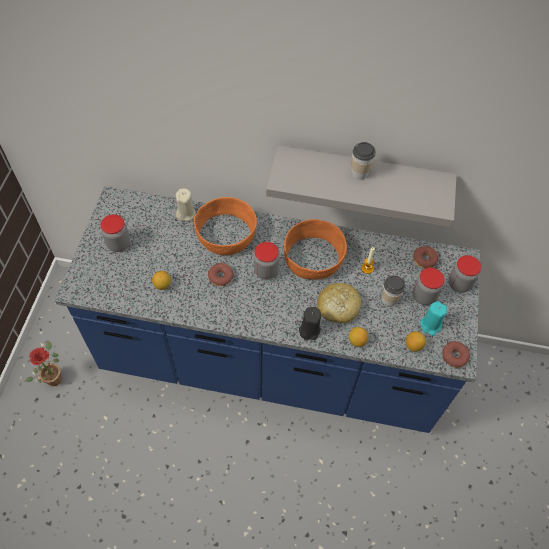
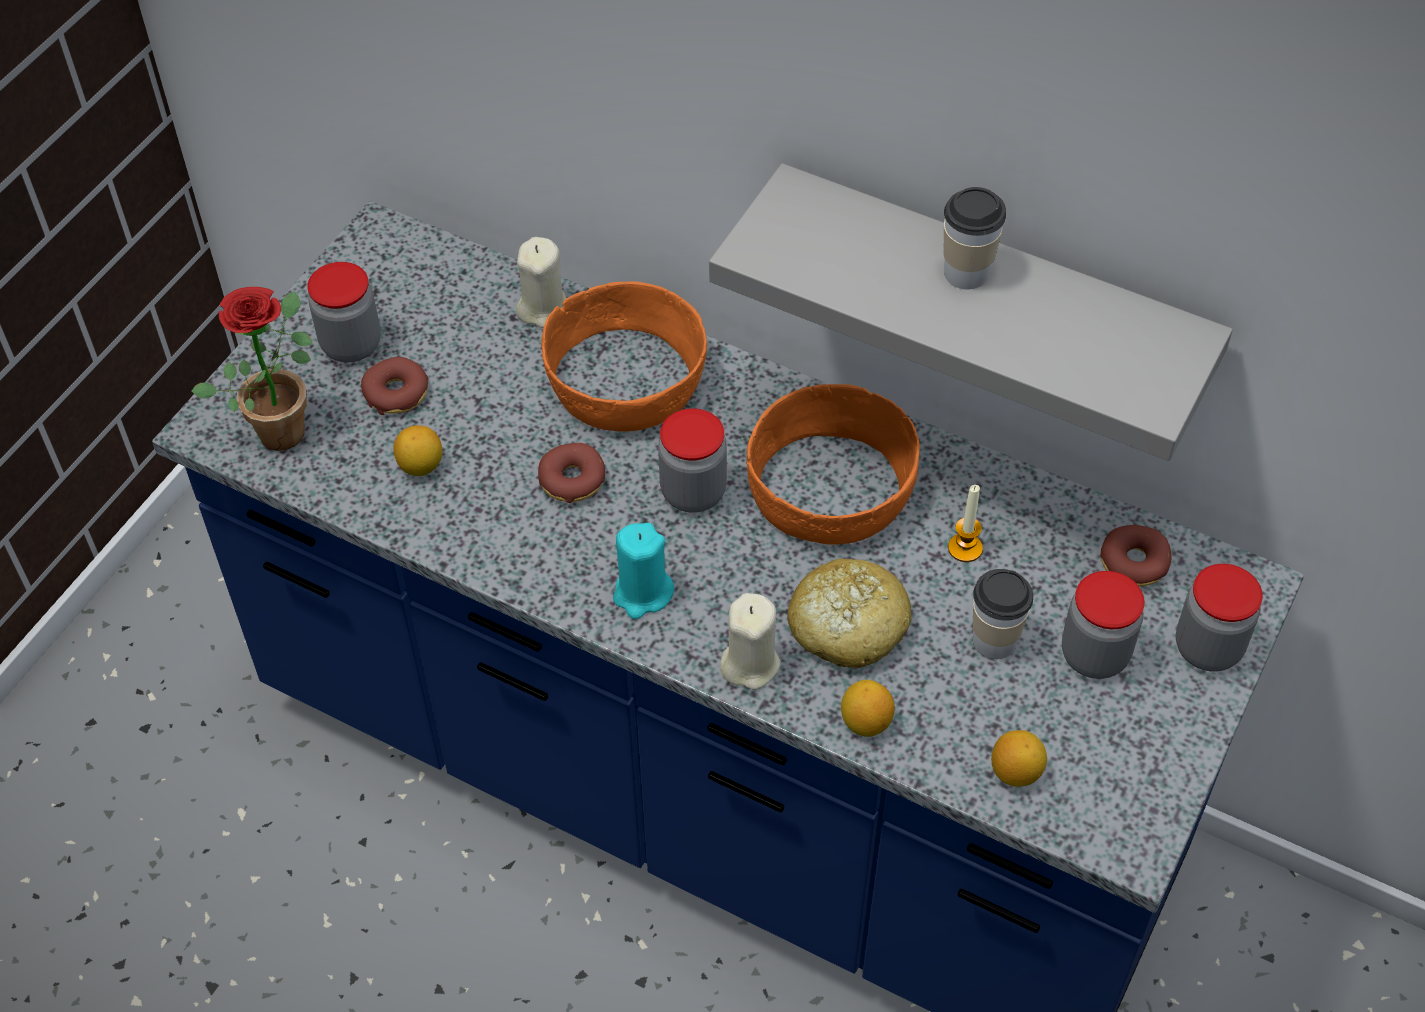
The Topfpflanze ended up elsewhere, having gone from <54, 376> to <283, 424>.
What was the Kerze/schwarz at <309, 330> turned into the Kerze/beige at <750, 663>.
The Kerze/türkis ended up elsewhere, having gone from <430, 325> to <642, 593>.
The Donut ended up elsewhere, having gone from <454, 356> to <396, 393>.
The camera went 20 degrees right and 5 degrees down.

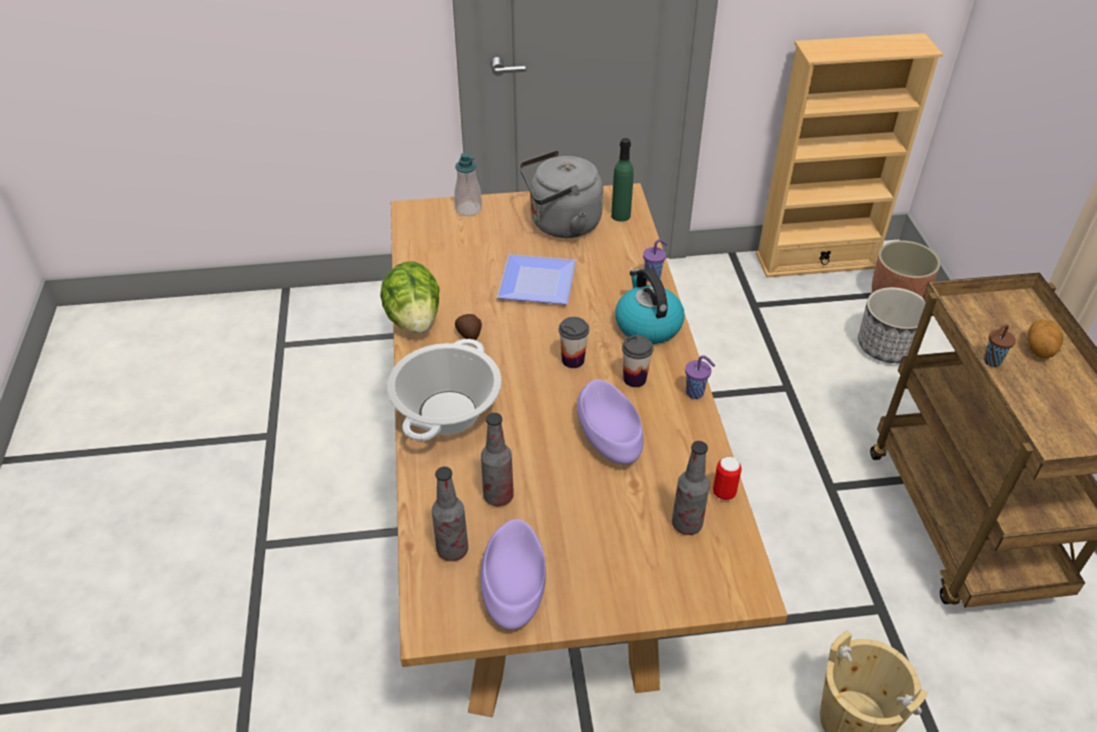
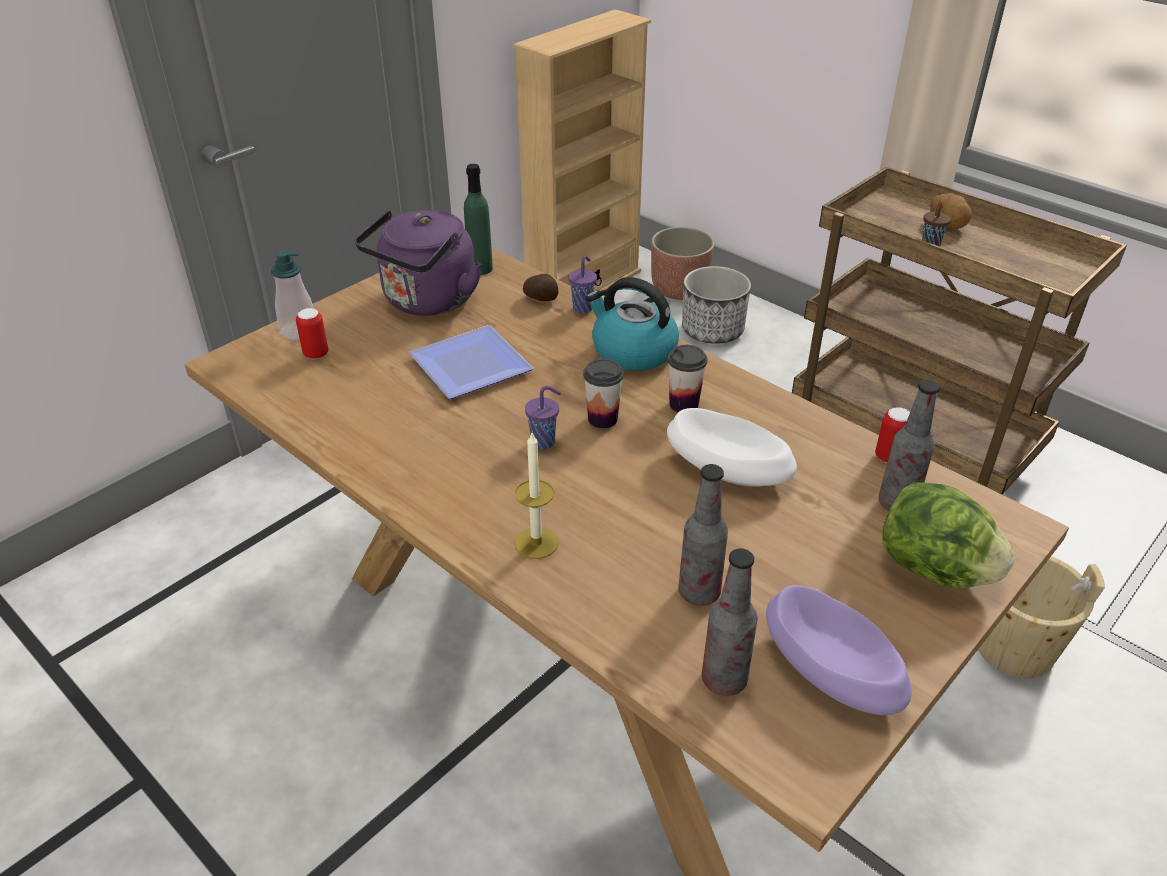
The Salatkopf ended up elsewhere, having gone from <414, 320> to <934, 570>.
Where the Kochtopf stood at <448, 412>, the Kerze came to stand at <536, 543>.
The Kartoffel ended up elsewhere, having gone from <469, 335> to <541, 299>.
What was the Wasserkessel/grau at <561, 224> turned into the Wasserkessel/lila at <427, 302>.
What was the Schüssel/lila at <608, 435> turned into the Schüssel/weiß at <727, 468>.
The Tasse/lila ended up elsewhere, having gone from <696, 393> to <544, 442>.
The second view gained the Dose at <316, 354>.
The camera went 40 degrees left and 5 degrees down.

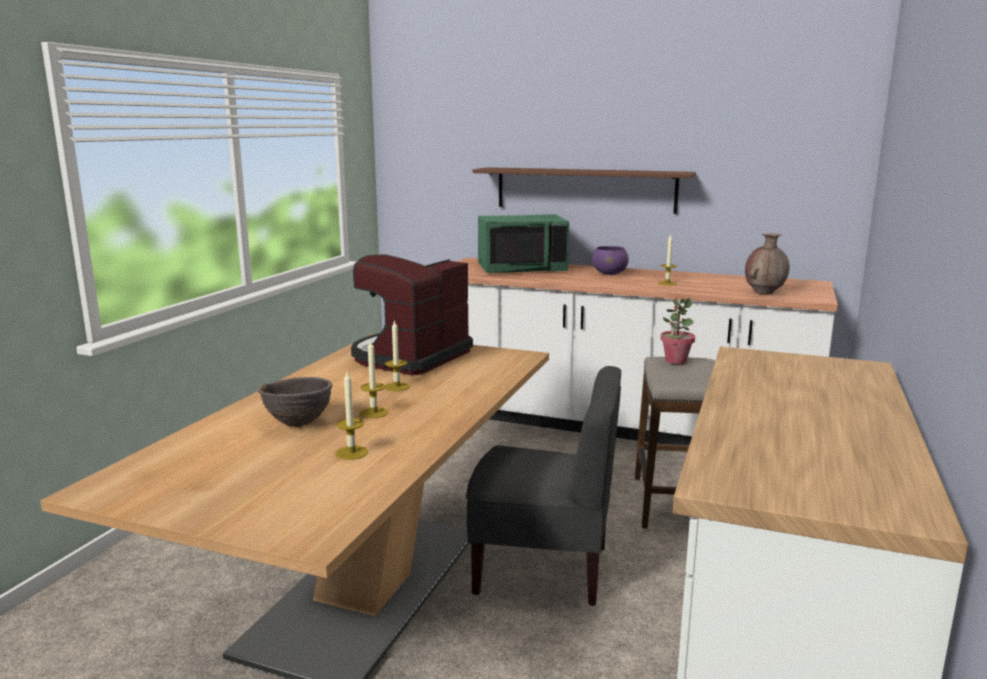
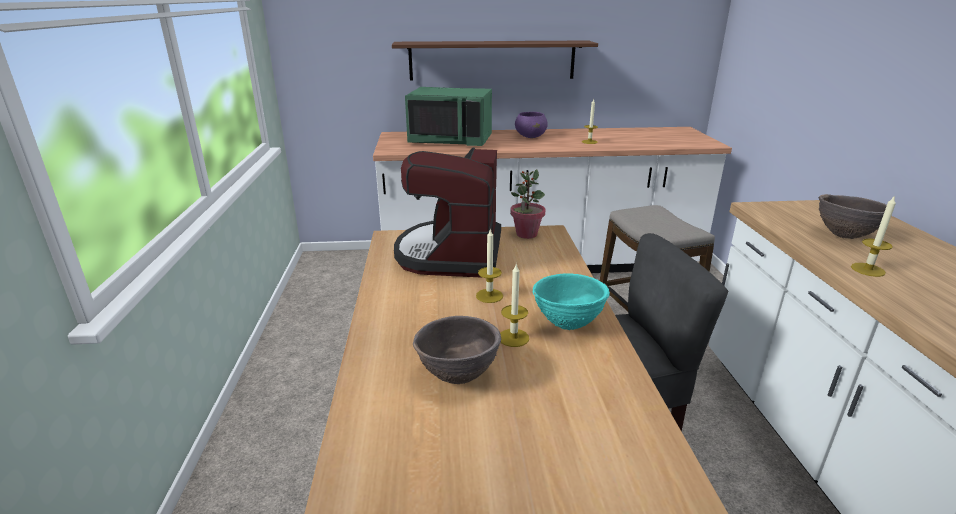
The Kerze ended up elsewhere, having gone from <351, 453> to <868, 269>.
The Mikrowelle/grün at <521, 269> ended up facing another way, 45 degrees clockwise from before.
The Topfpflanze ended up elsewhere, having gone from <675, 361> to <526, 234>.
The second view lost the Vase/braun at <764, 293>.
The second view gained the Schüssel/türkis at <567, 324>.
The second view gained the Schüssel/braun at <844, 236>.
The camera went 25 degrees left and 10 degrees up.

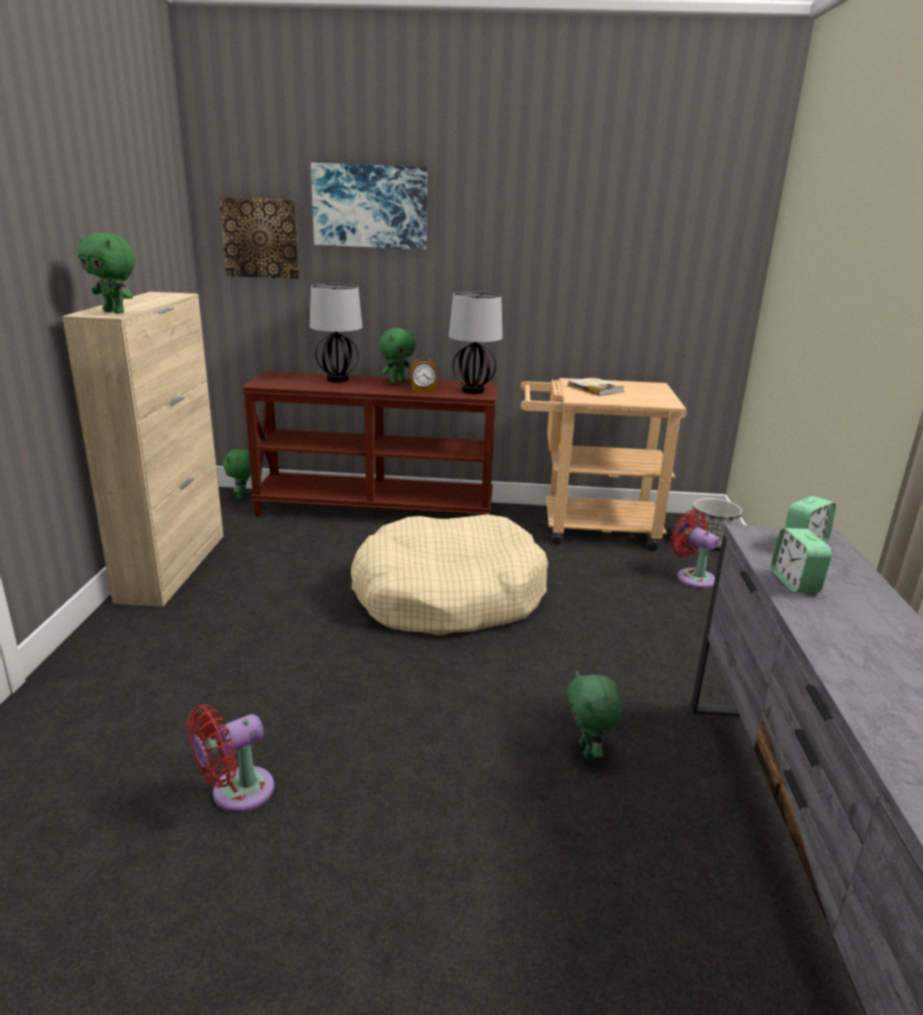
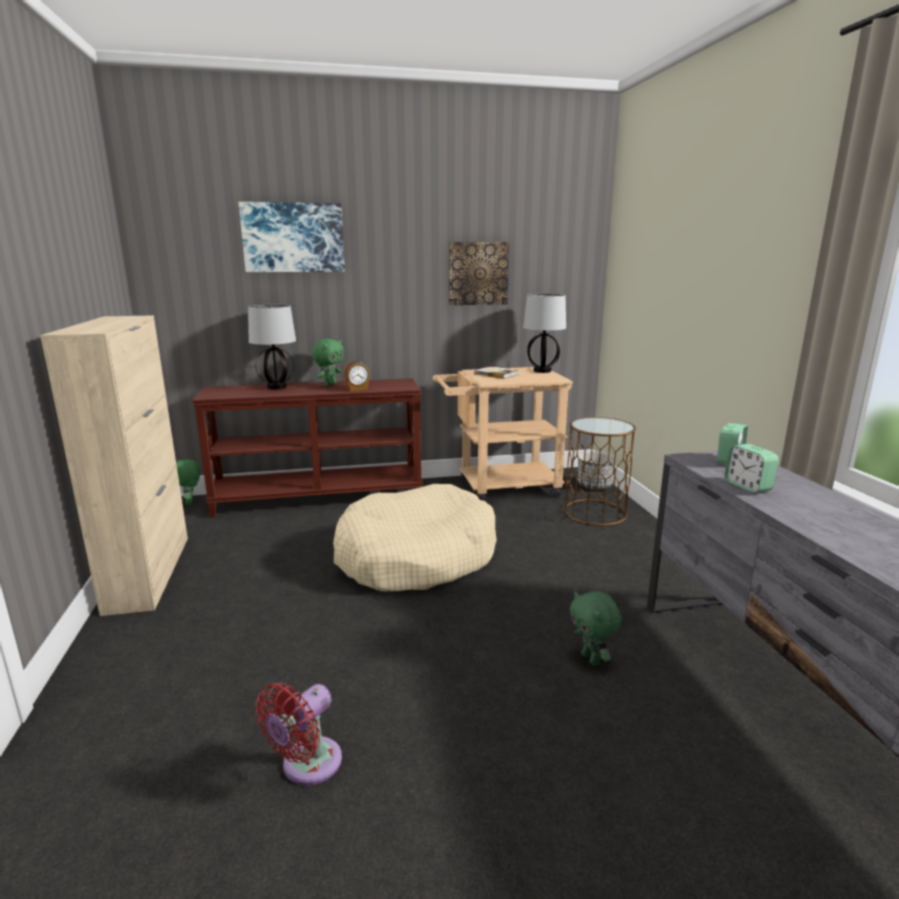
The second view lost the Plüschtier/grün at <115, 312>.
The Bild ended up elsewhere, having gone from <261, 238> to <478, 273>.
The Tischlampe ended up elsewhere, having gone from <473, 391> to <542, 371>.
Where the Ventilator/rot stood at <692, 577>, the Beistelltisch/braun came to stand at <595, 512>.
The camera went 15 degrees left and 5 degrees down.

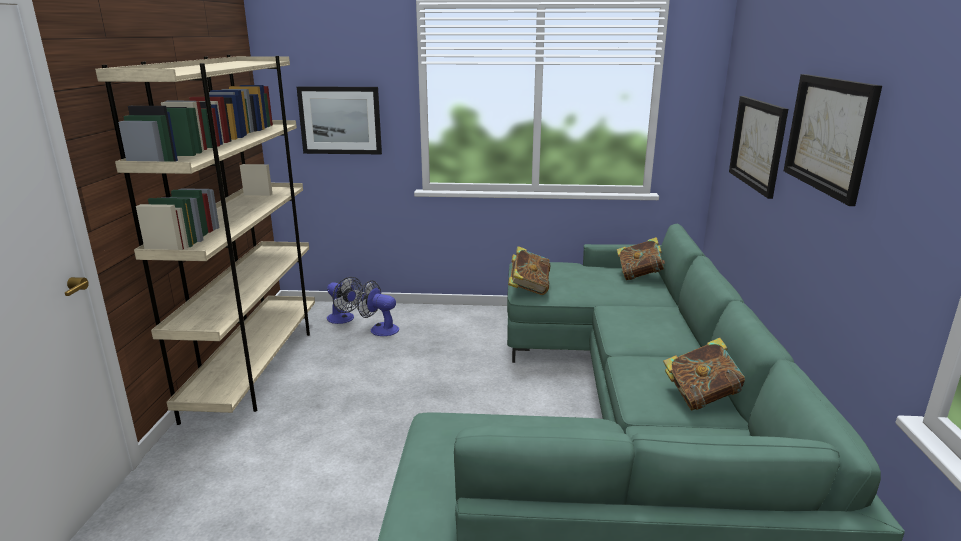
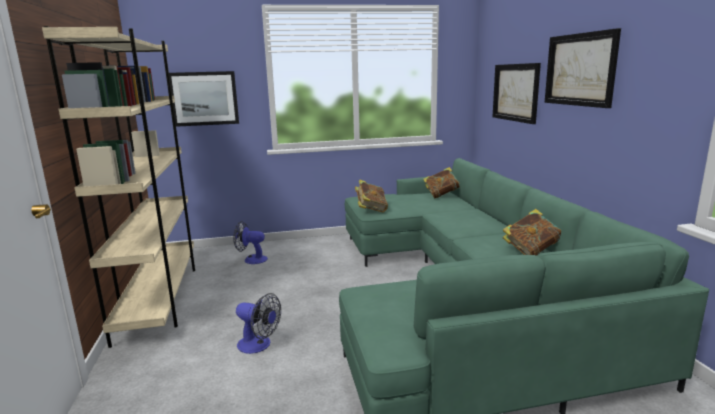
The Ventilator ended up elsewhere, having gone from <344, 319> to <259, 345>.
The camera went 15 degrees left and 5 degrees down.

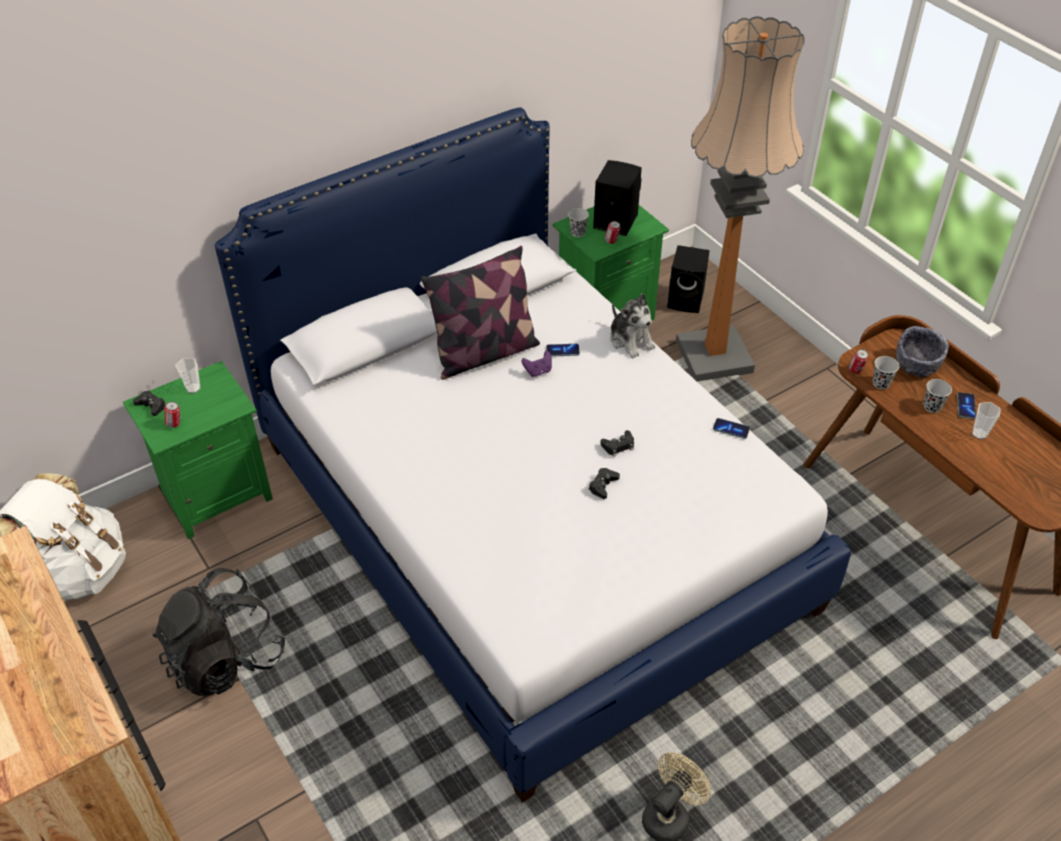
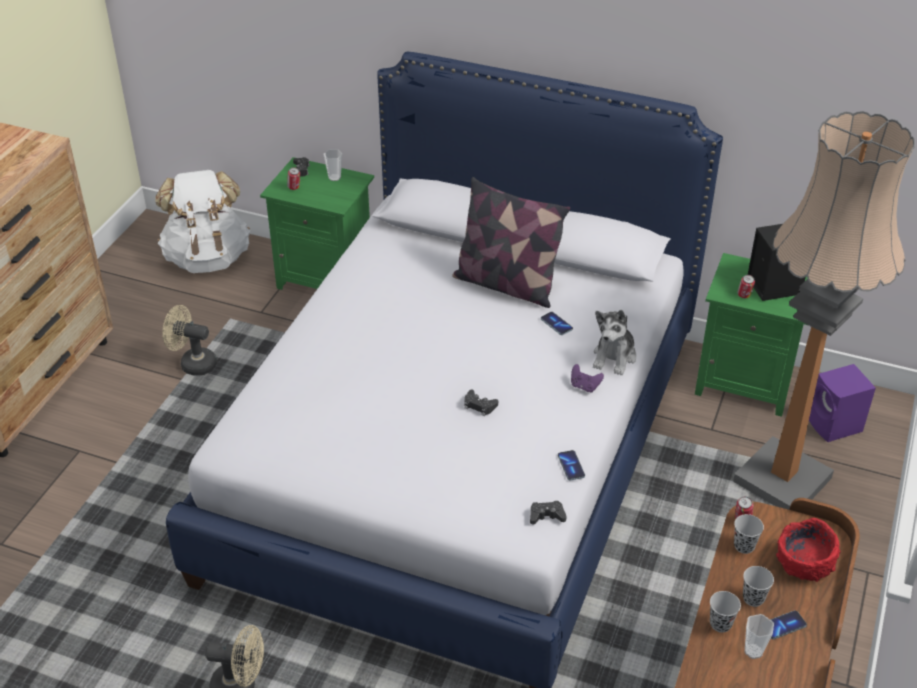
Where the Rucksack/schwarz stood at <225, 659>, the Ventilator/beige came to stand at <193, 363>.
The Gamepad/lila ended up elsewhere, having gone from <538, 371> to <584, 386>.
The Tasse/schwarz ended up elsewhere, having gone from <577, 232> to <720, 624>.
The Gamepad/schwarz ended up elsewhere, having gone from <603, 485> to <546, 516>.
What was the Lautsprecher/schwarz at <687, 300> turned into the Lautsprecher/lila at <835, 426>.
What was the Schüssel/grau at <917, 364> turned into the Schüssel/rot at <804, 564>.
The camera went 55 degrees right and 5 degrees down.

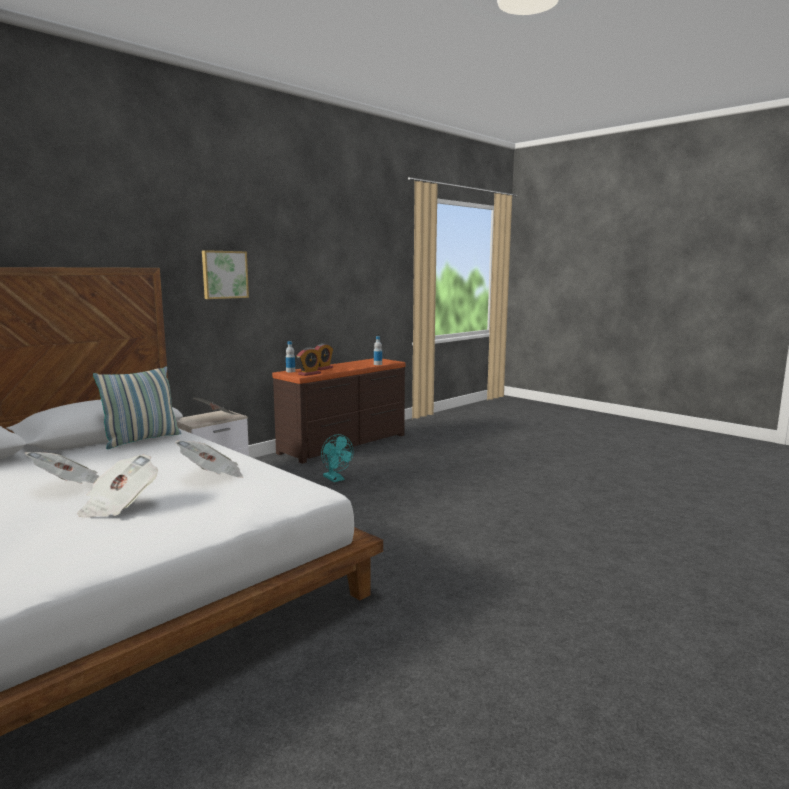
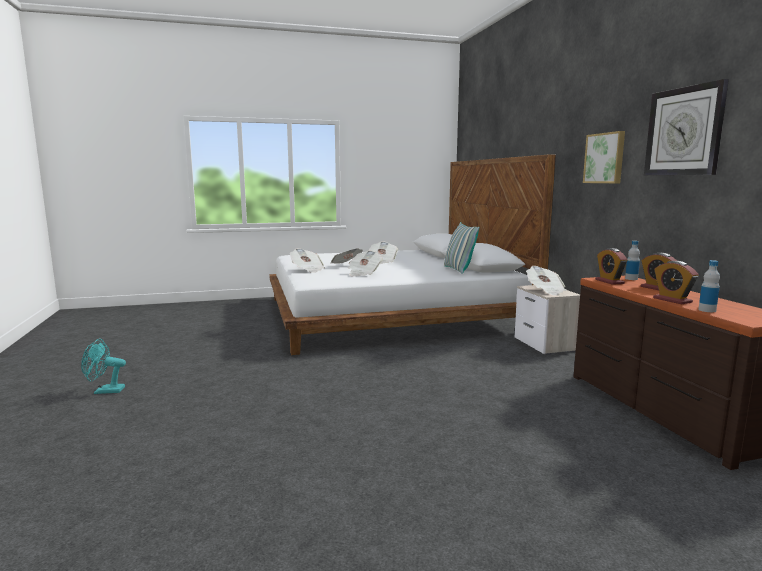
The Ventilator/türkis ended up elsewhere, having gone from <336, 479> to <104, 391>.
The second view gained the Zeitung at <307, 270>.
The second view gained the Wanduhr at <684, 131>.
The second view gained the Wecker at <672, 300>.
The camera went 120 degrees right and 0 degrees up.

